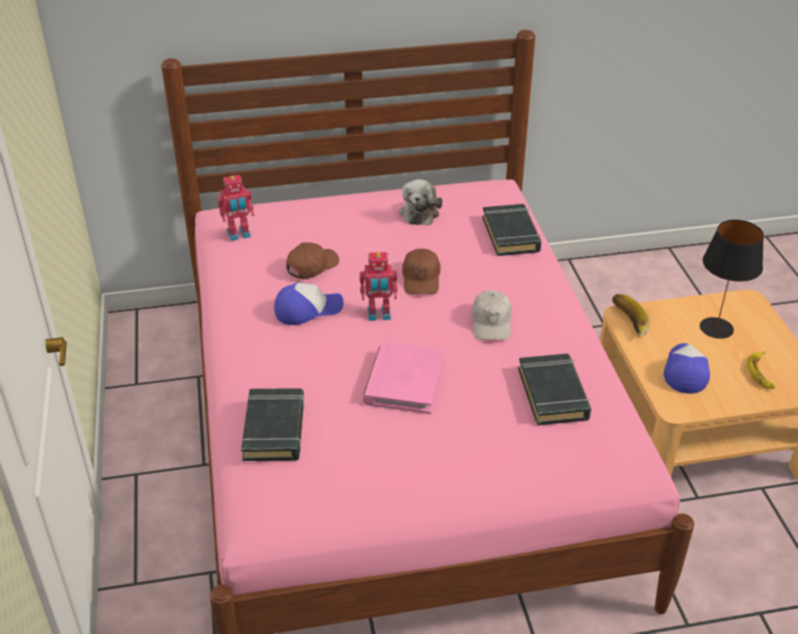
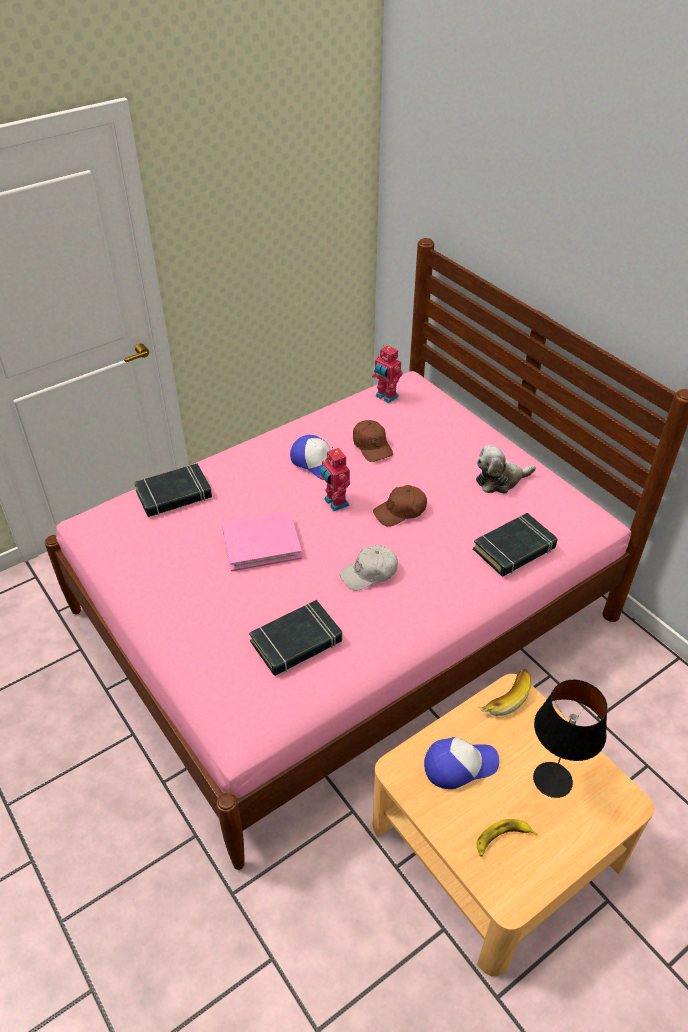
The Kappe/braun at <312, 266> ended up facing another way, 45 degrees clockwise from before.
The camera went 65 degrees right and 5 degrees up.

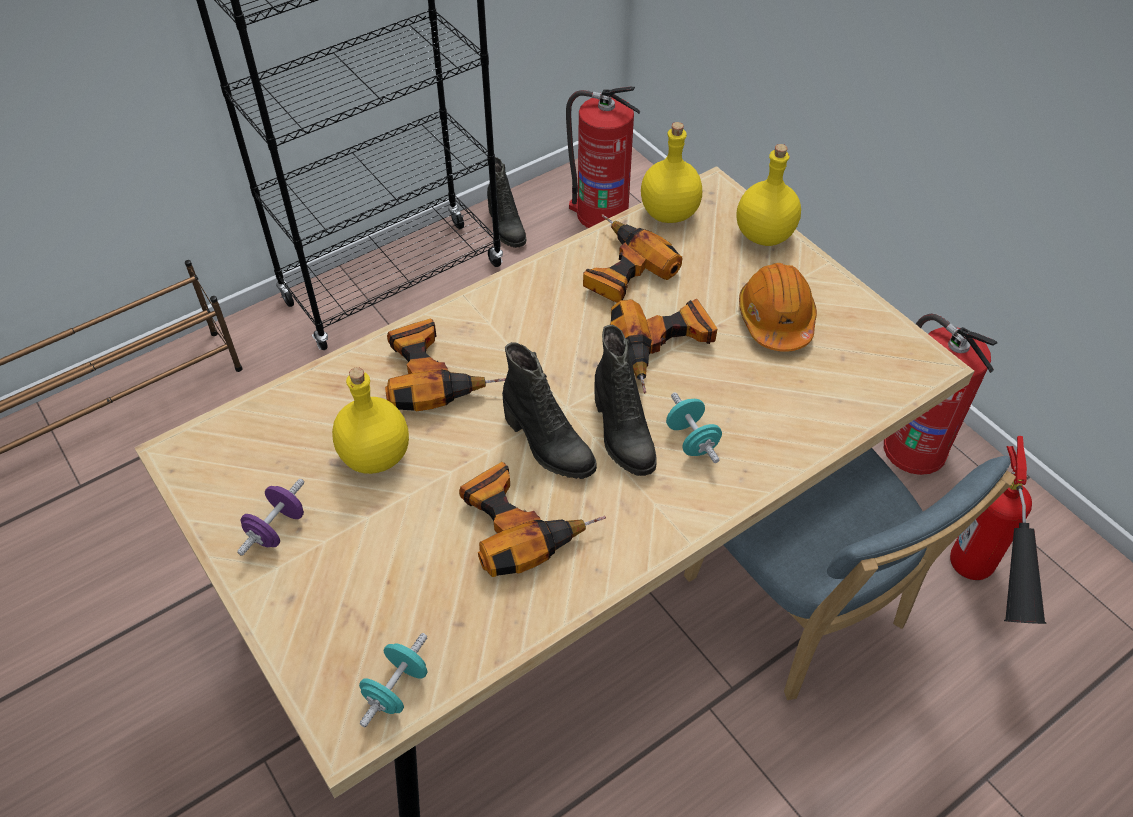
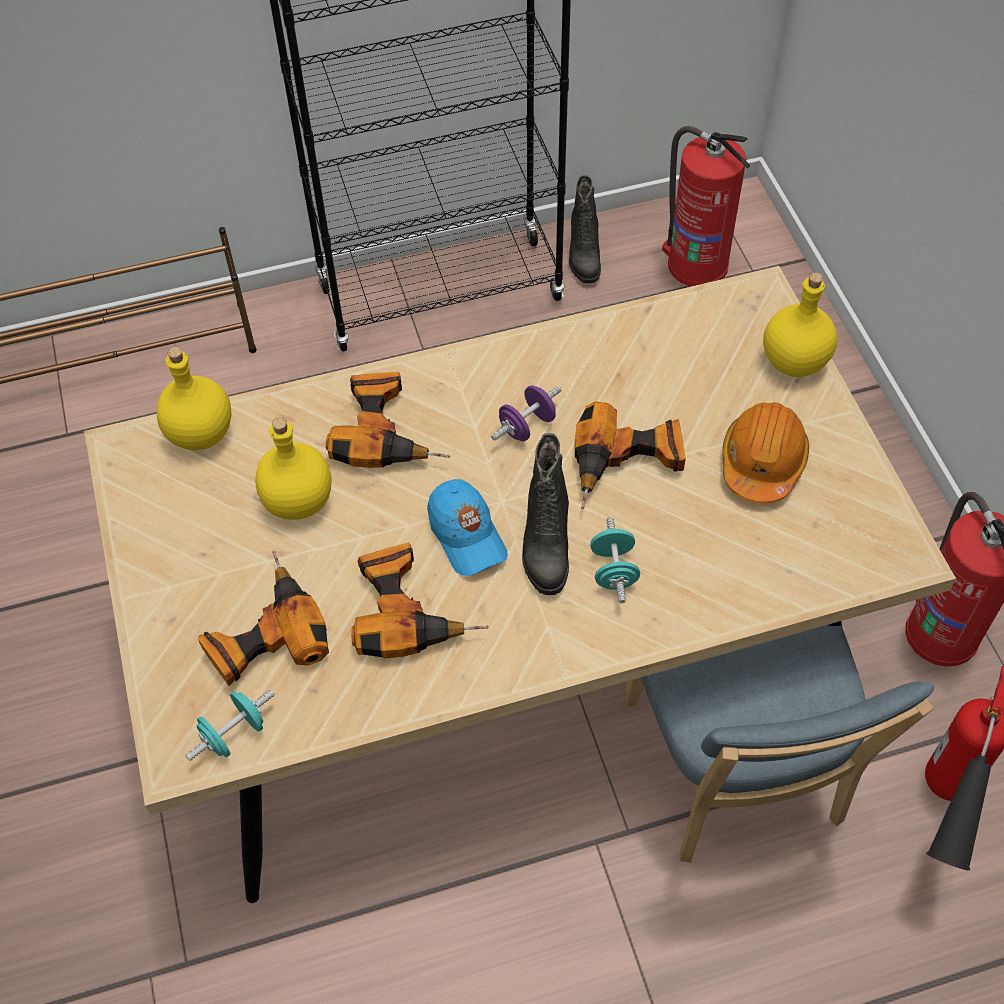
The Hantel/lila ended up elsewhere, having gone from <277, 528> to <527, 426>.
Where the Stiefel/schwarz stood at <547, 445>, the Kappe/blau came to stand at <466, 536>.
The Bohrmaschine ended up elsewhere, having gone from <620, 270> to <262, 634>.
The Flasche/gelb ended up elsewhere, having gone from <669, 212> to <201, 432>.
The camera went 20 degrees right and 5 degrees up.

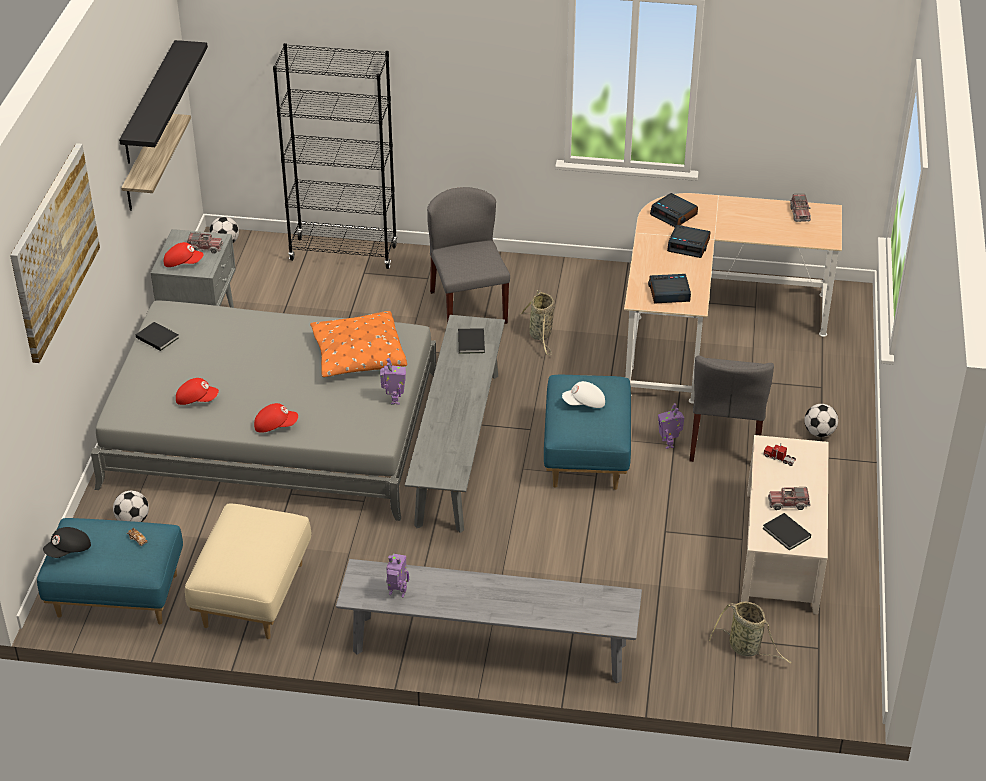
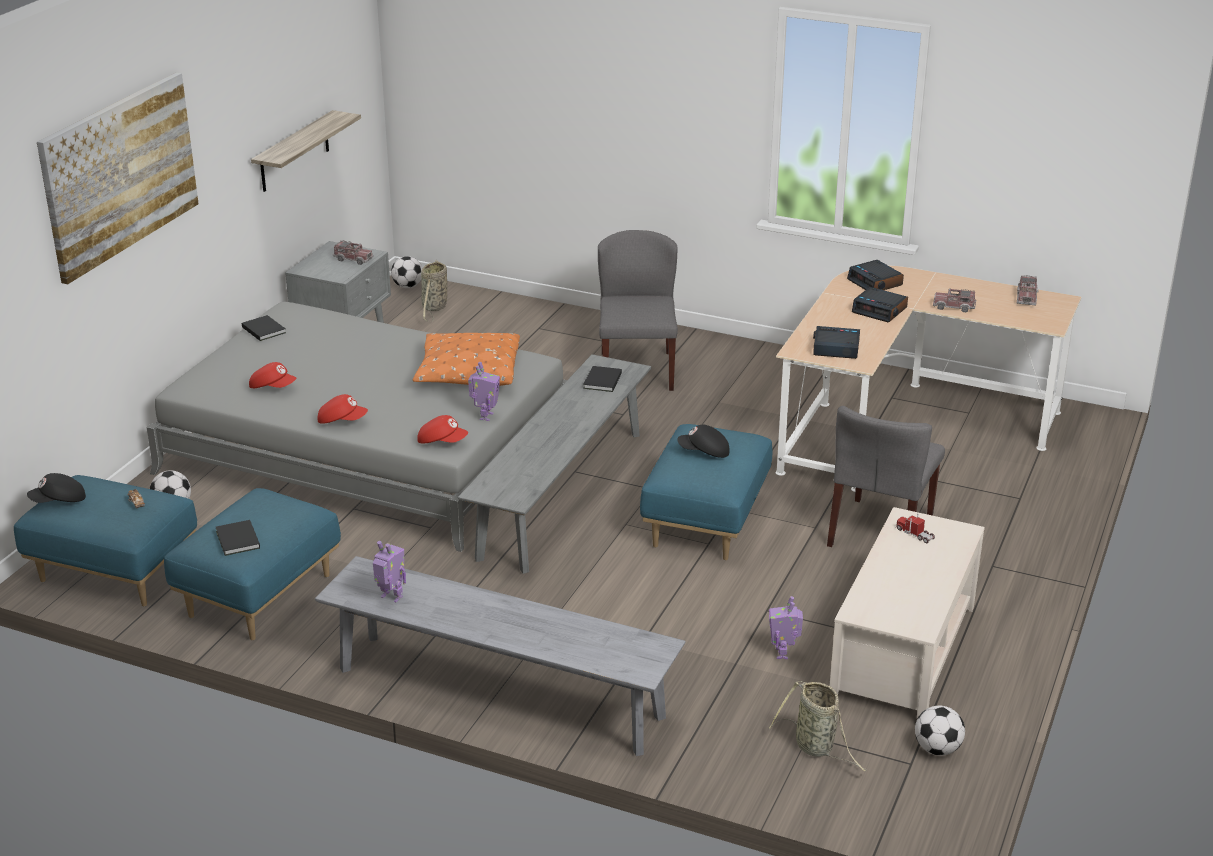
The second view lost the Wandregal/schwarz at <150, 103>.
The Kappe/rot ended up elsewhere, having gone from <183, 263> to <442, 441>.
What was the Polsterhocker/beige at <252, 595> turned into the Polsterhocker/blau at <259, 595>.
The second view lost the Bücherregal/schwarz at <344, 253>.
The Korb ended up elsewhere, having gone from <541, 335> to <434, 308>.
What was the Kappe/weiß at <584, 403> turned into the Kappe/schwarz at <704, 452>.
The Spielzeugroboter ended up elsewhere, having gone from <669, 443> to <783, 653>.
The Buch/schwarz ended up elsewhere, having gone from <786, 534> to <237, 540>.
The Spielzeuglaster ended up elsewhere, having gone from <788, 503> to <954, 307>.
The Fußball ended up elsewhere, having gone from <819, 432> to <937, 749>.
The camera went 15 degrees right and 10 degrees down.

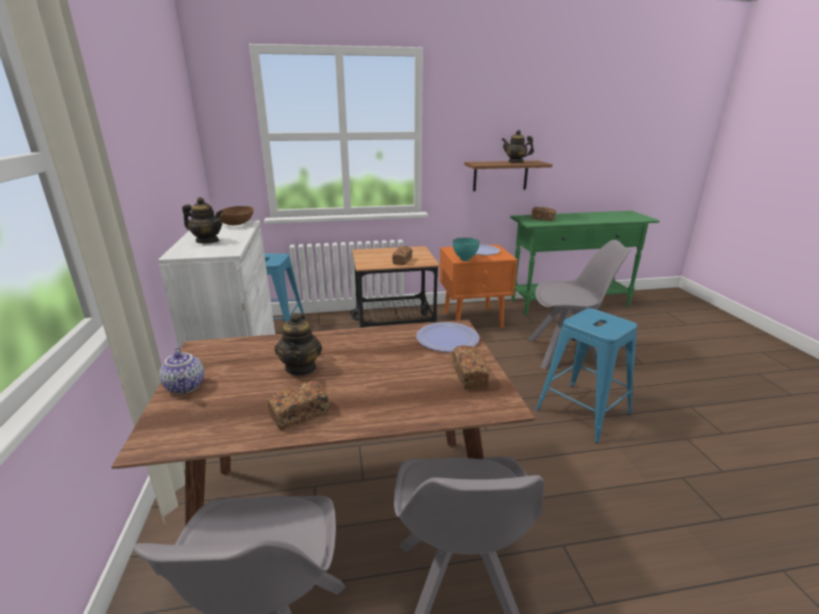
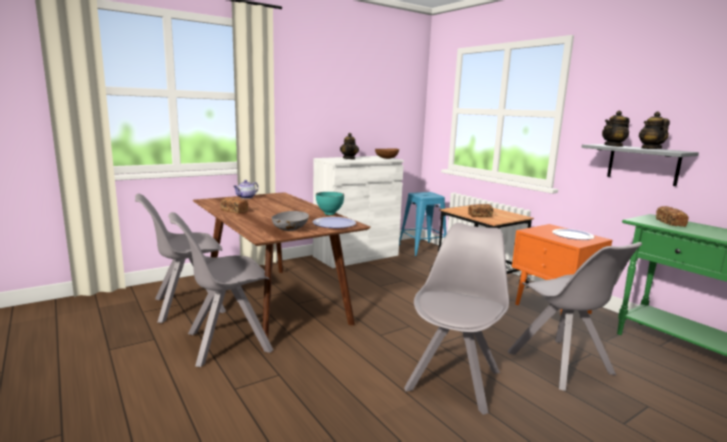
The Teekanne ended up elsewhere, having gone from <301, 368> to <613, 146>.
Where the Brot stood at <469, 376>, the Schüssel/grau came to stand at <290, 230>.
The Schüssel/türkis ended up elsewhere, having gone from <464, 259> to <329, 214>.
What was the Wandregal/braun at <500, 175> turned into the Wandregal/grau at <643, 164>.
Where the Hocker/blau stood at <583, 412>, the Stuhl/grau came to stand at <454, 379>.
The camera went 65 degrees right and 10 degrees down.

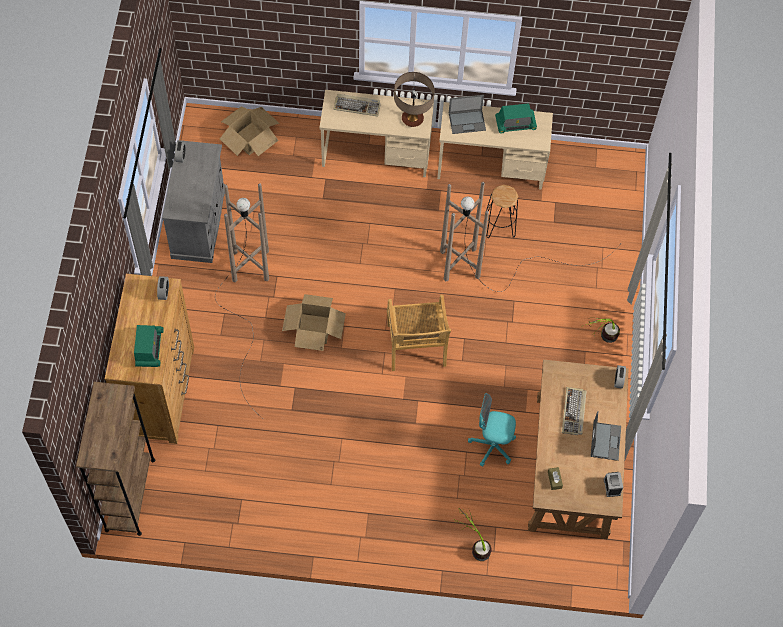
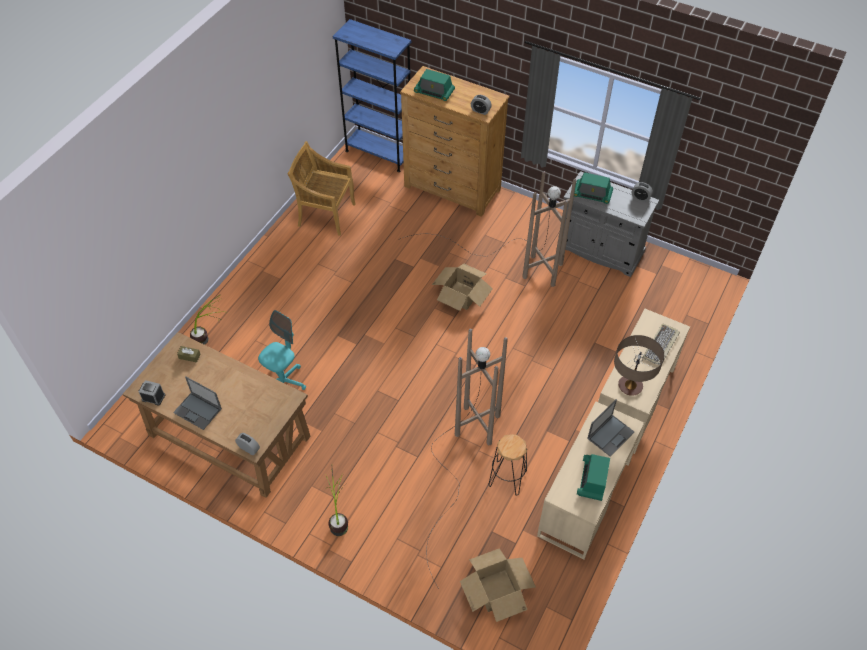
What was the Bücherregal/braun at <130, 494> turned into the Bücherregal/blau at <379, 153>.
The Karton ended up elsewhere, having gone from <250, 138> to <497, 591>.
The Stuhl/beige ended up elsewhere, having gone from <416, 346> to <325, 214>.
The Laptop at <467, 121> ended up facing another way, 150 degrees counterclockwise from before.
The second view lost the Tastatur at <574, 412>.
The second view gained the Radio at <592, 194>.
The camera went 115 degrees right and 10 degrees down.

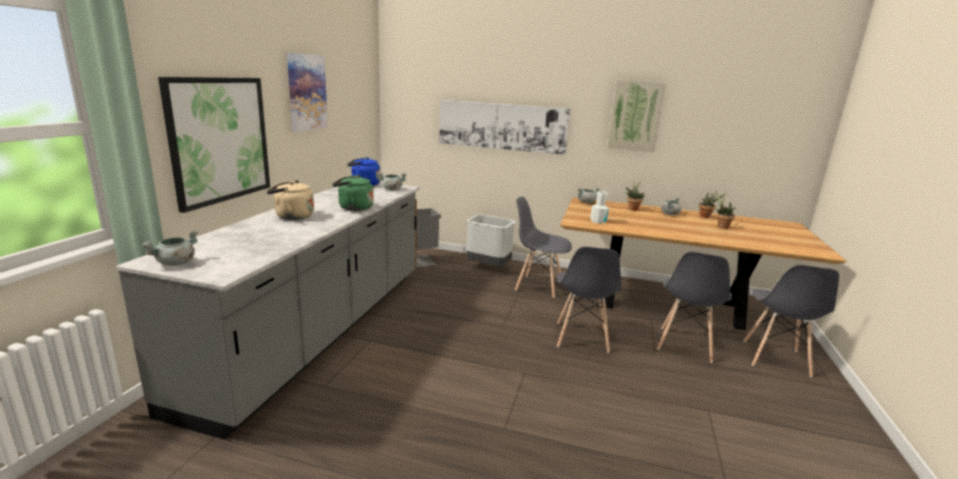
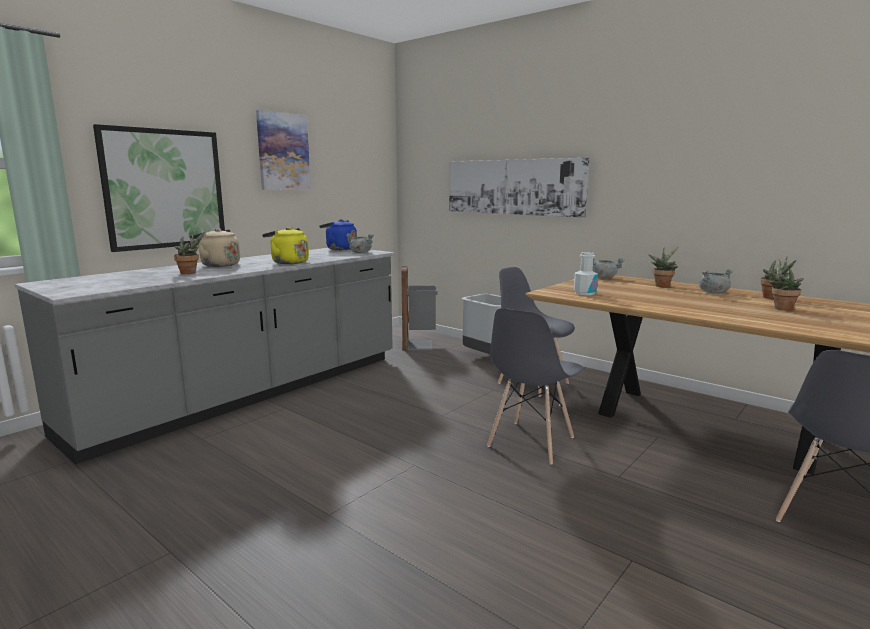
The second view lost the Kochtopf/grau at <175, 263>.
What was the Wasserkessel/grün at <353, 208> turned into the Wasserkessel/gelb at <288, 262>.
The second view lost the Bild at <635, 116>.
The second view lost the Stuhl/grau at <684, 345>.
The second view gained the Topfpflanze at <190, 273>.
The camera went 25 degrees right and 5 degrees down.

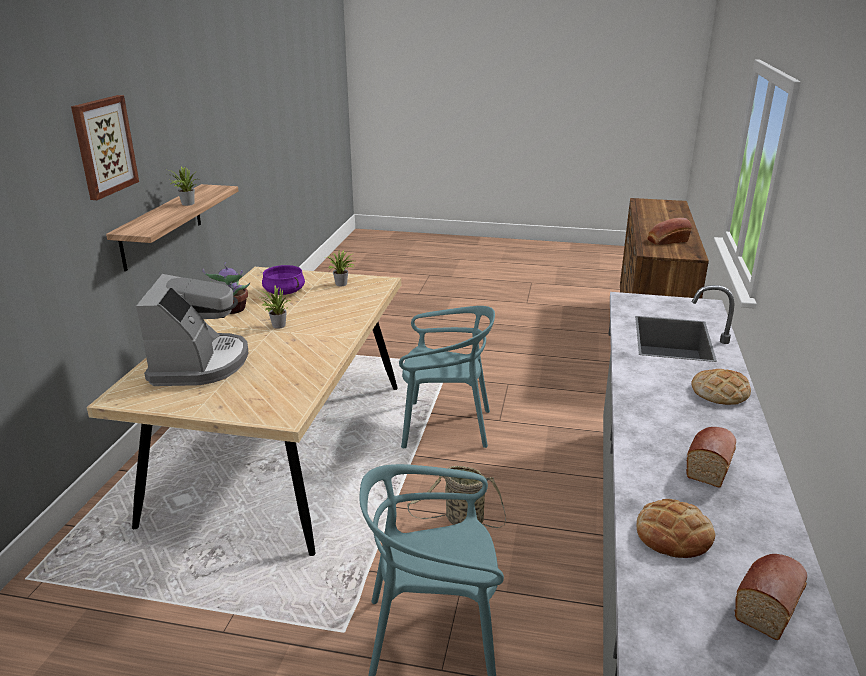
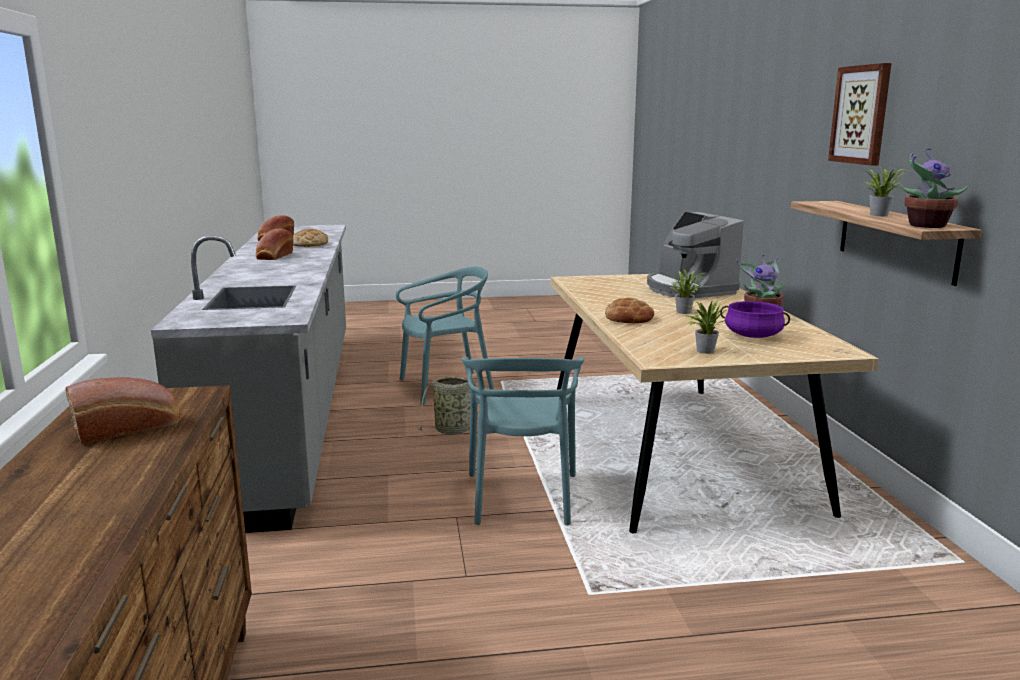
The Stuhl/türkis at <445, 426> ended up facing another way, 75 degrees counterclockwise from before.
The Brot ended up elsewhere, having gone from <720, 392> to <629, 318>.
The second view gained the Topfpflanze at <924, 225>.
The camera went 160 degrees right and 10 degrees down.

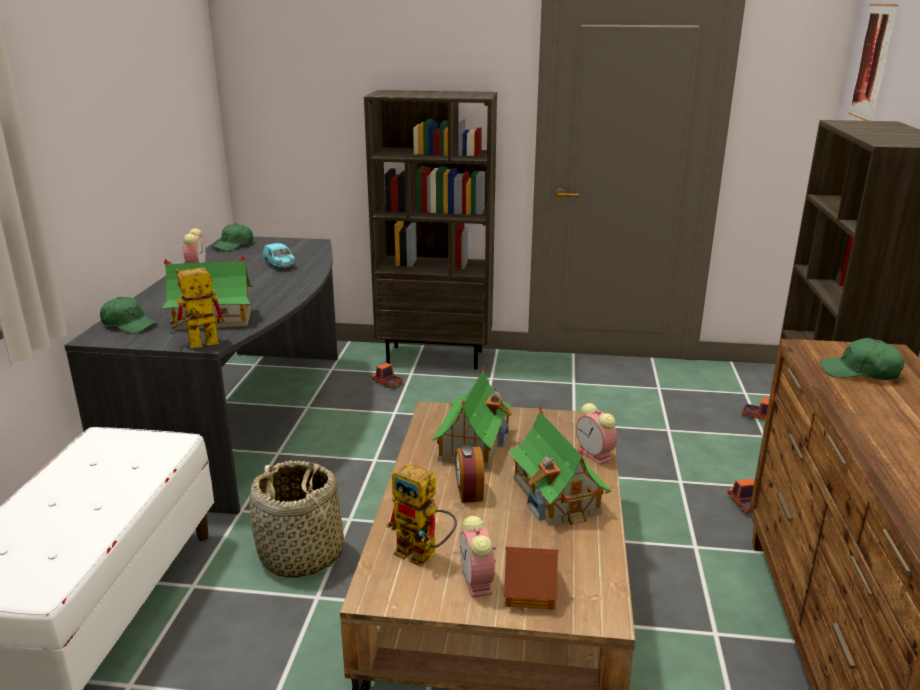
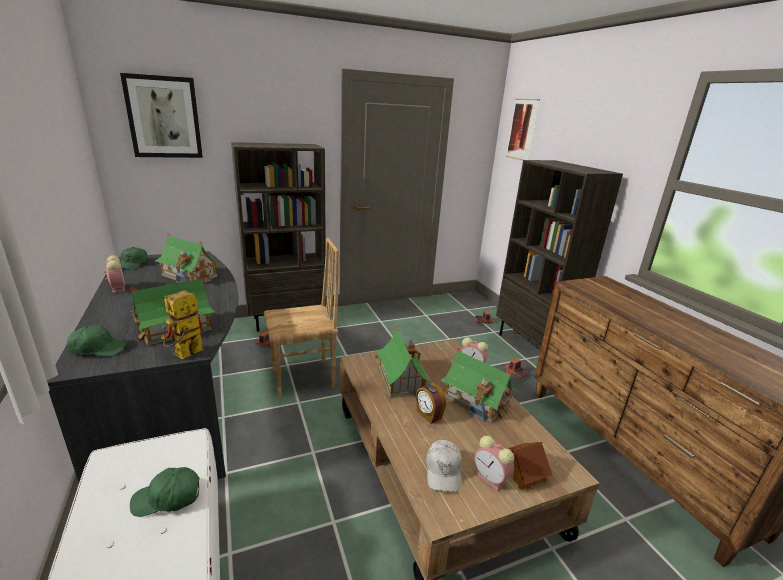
The second view lost the Korb at <301, 556>.
Where the Spielzeugauto/türkis stood at <280, 265>, the Spielzeughaus came to stand at <190, 276>.
Where the Spielzeugroboter stood at <424, 555>, the Kappe/weiß came to stand at <443, 471>.
The Kappe/grün ended up elsewhere, having gone from <860, 372> to <168, 498>.
The second view gained the Bild at <164, 117>.
The second view gained the Stuhl/braun at <304, 379>.
The camera went 30 degrees left and 0 degrees up.

